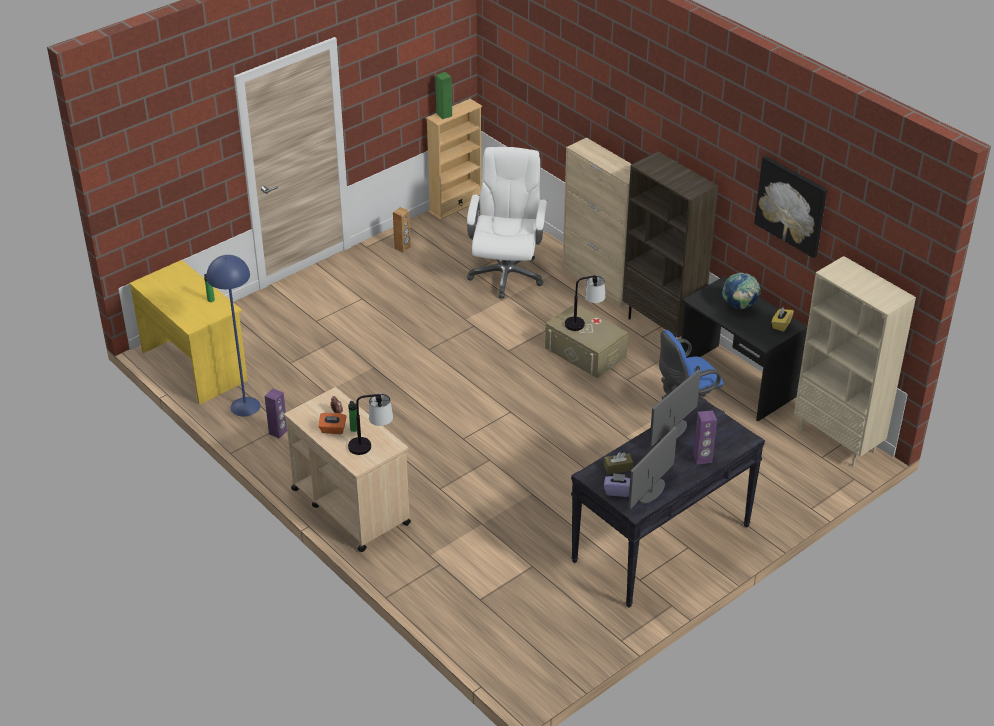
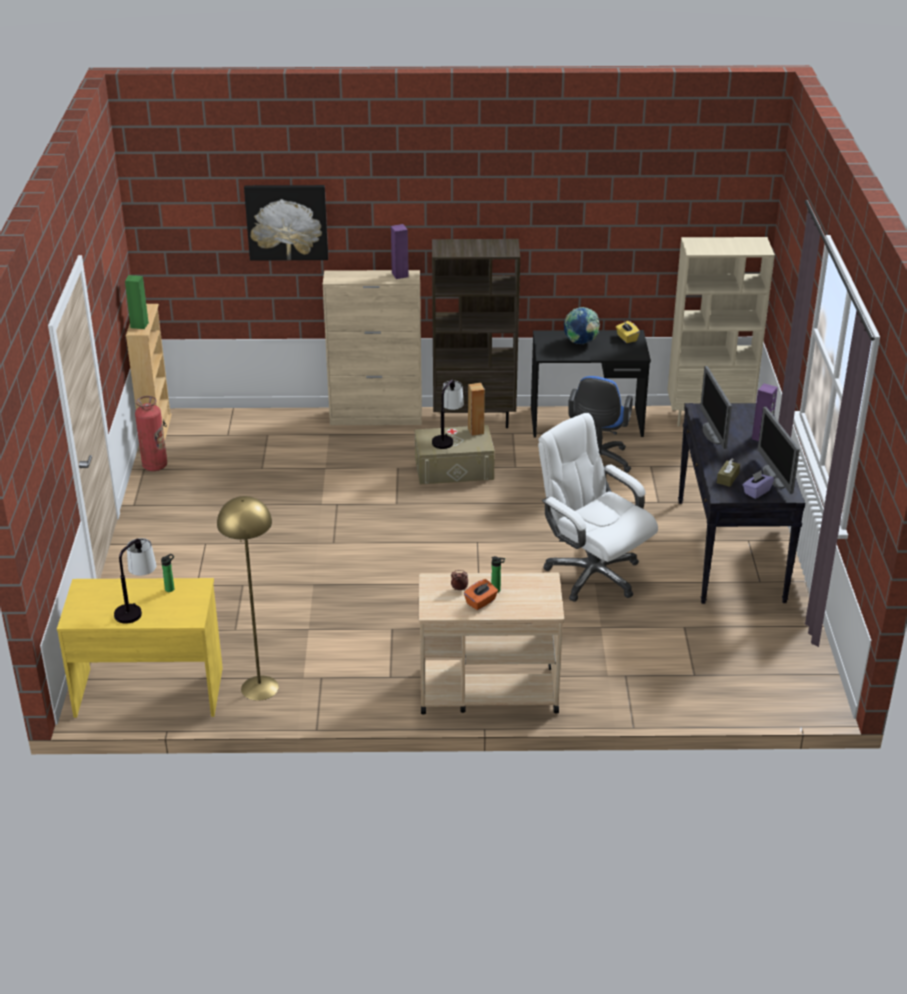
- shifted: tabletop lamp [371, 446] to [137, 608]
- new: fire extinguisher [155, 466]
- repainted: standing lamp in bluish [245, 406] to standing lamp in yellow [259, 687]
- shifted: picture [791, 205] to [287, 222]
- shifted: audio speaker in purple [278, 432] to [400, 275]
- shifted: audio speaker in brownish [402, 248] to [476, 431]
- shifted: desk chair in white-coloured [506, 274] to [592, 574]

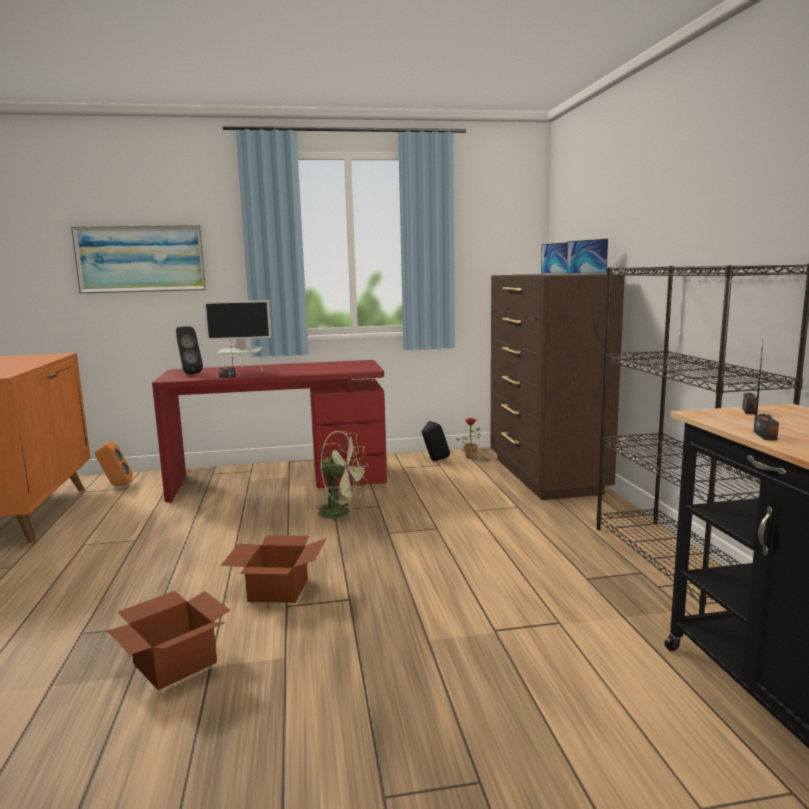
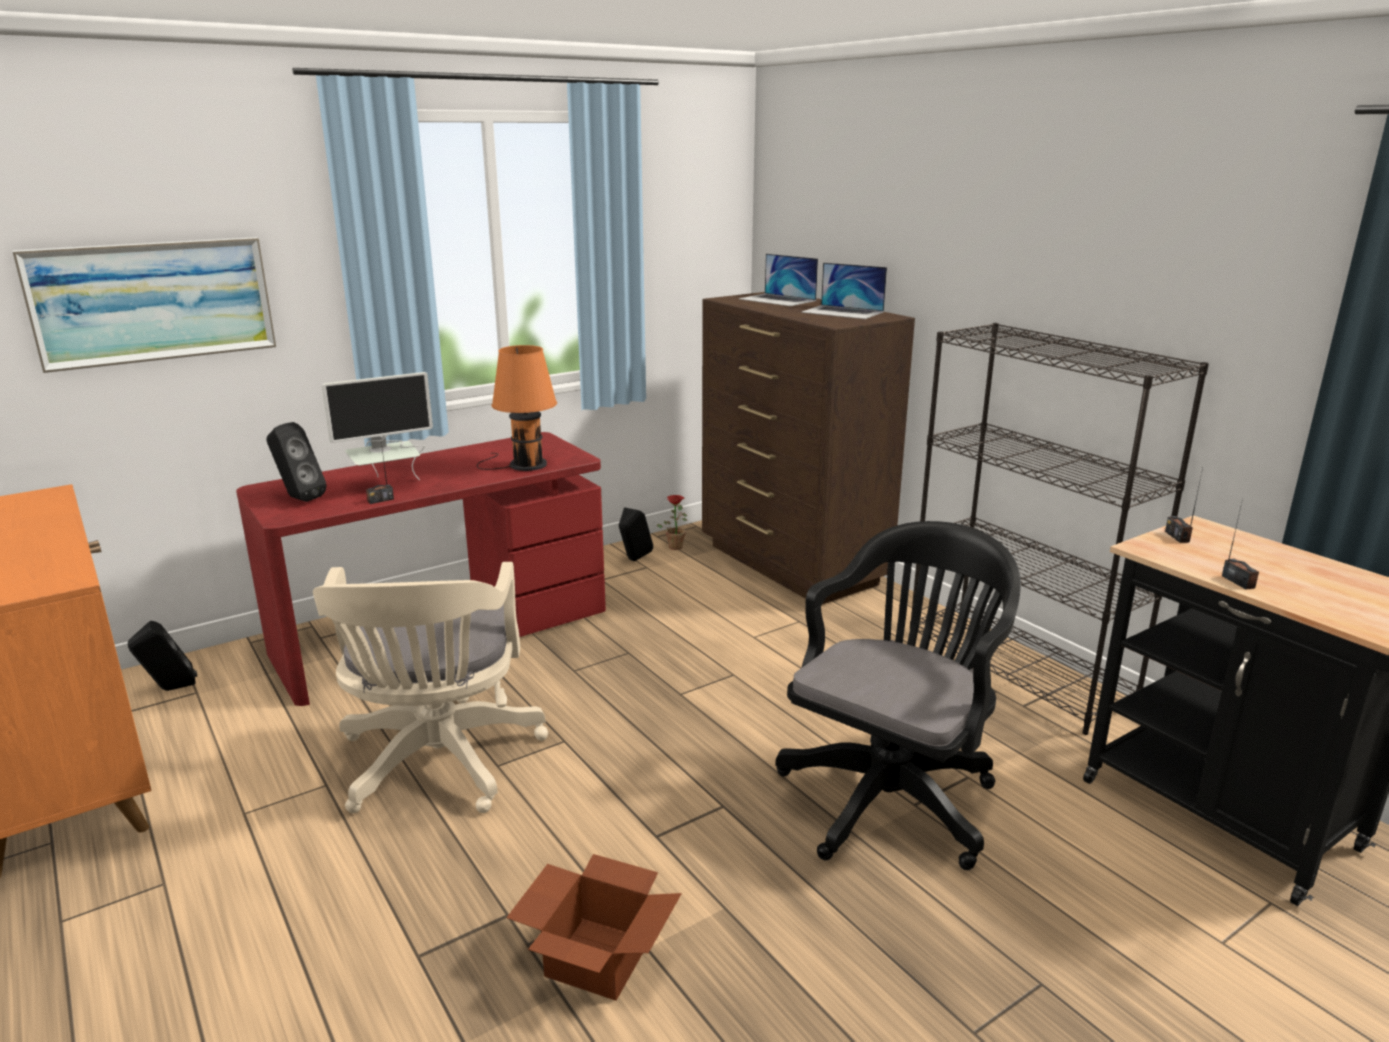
- repainted: audio speaker in orangey [116, 485] to audio speaker in blackish [170, 689]
- new: desk chair in sand-coloured [438, 765]
- new: tabletop lamp in orangey [523, 465]
- new: desk chair in blackish [892, 795]
- gone: packing box [277, 589]
- gone: electric fan in green [342, 513]

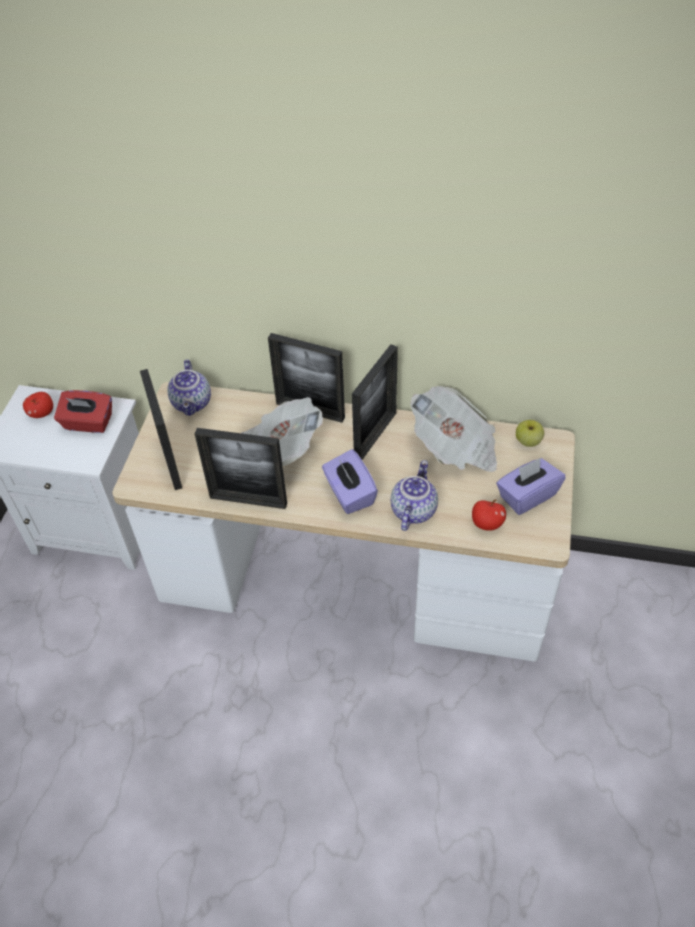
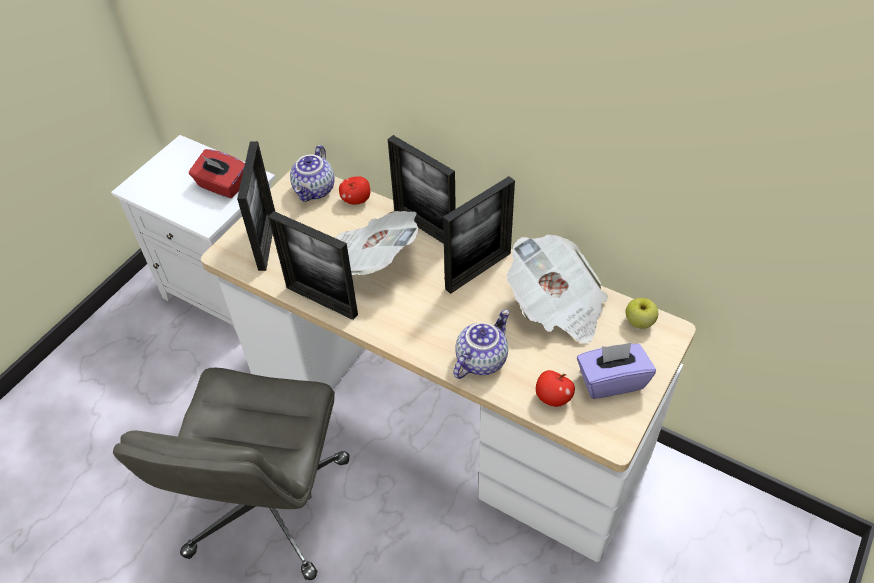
- new: desk chair in gray [269, 508]
- shifted: apple fruit [42, 413] to [356, 200]
- gone: tissue box in purple [349, 494]

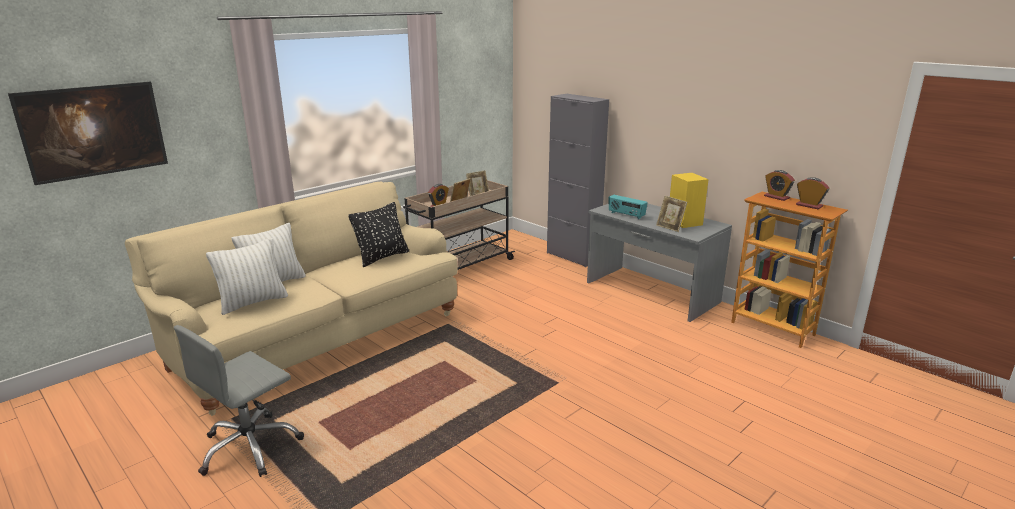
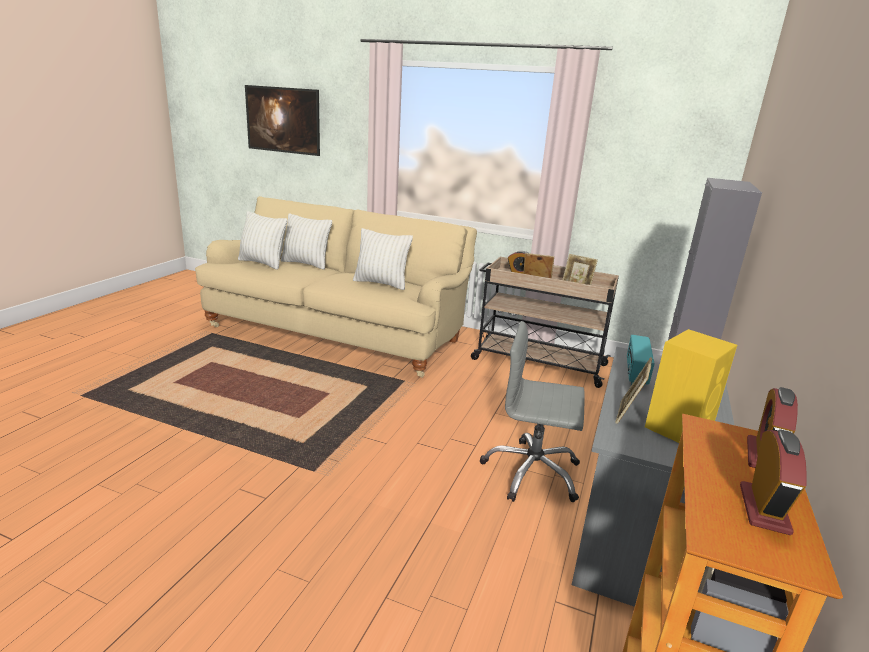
- repainted: pillow in blackish [382, 257] to pillow in white-coloured [381, 283]
- shifted: desk chair in gray [250, 447] to [532, 473]

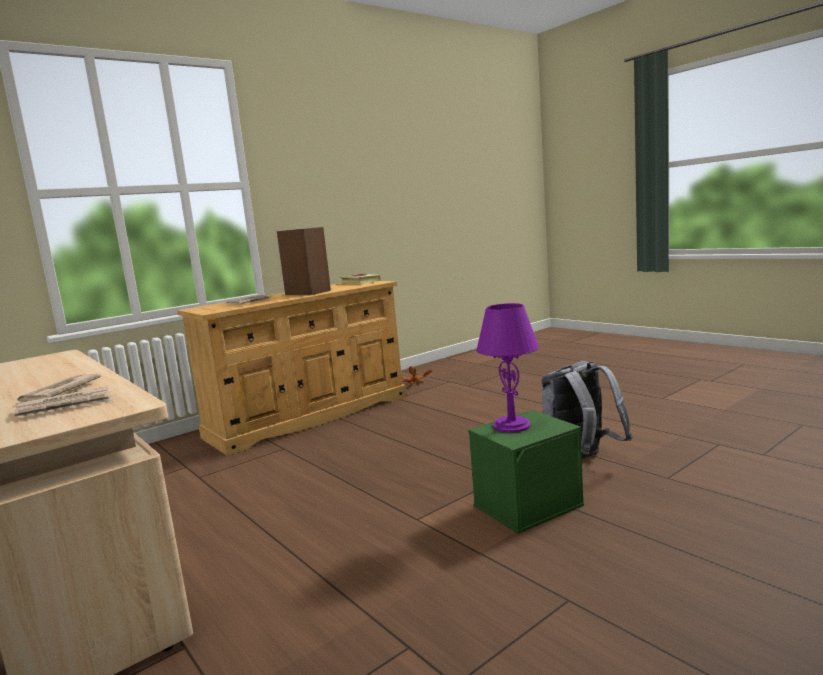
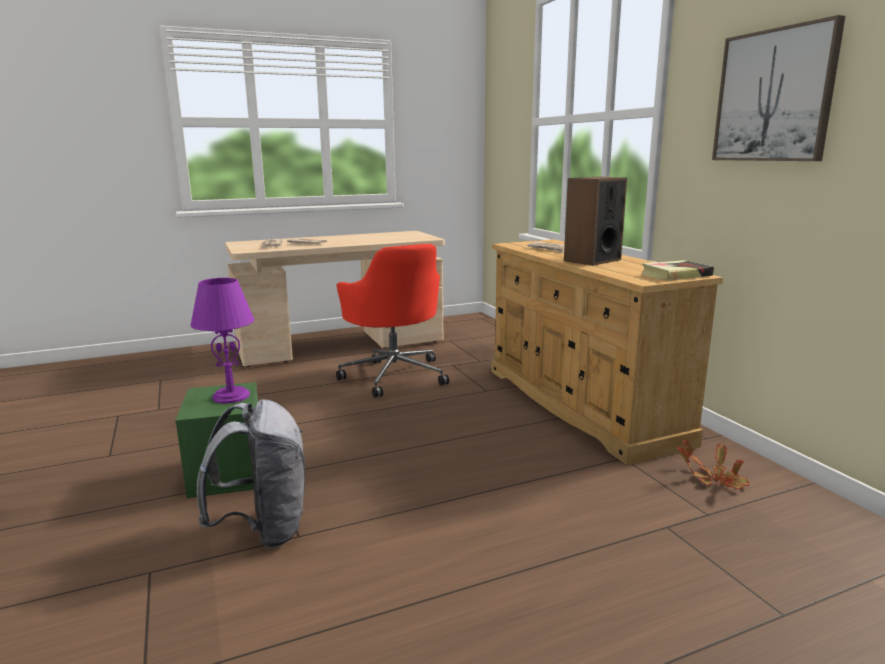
- new: desk chair in red [394, 375]
- new: picture [774, 96]

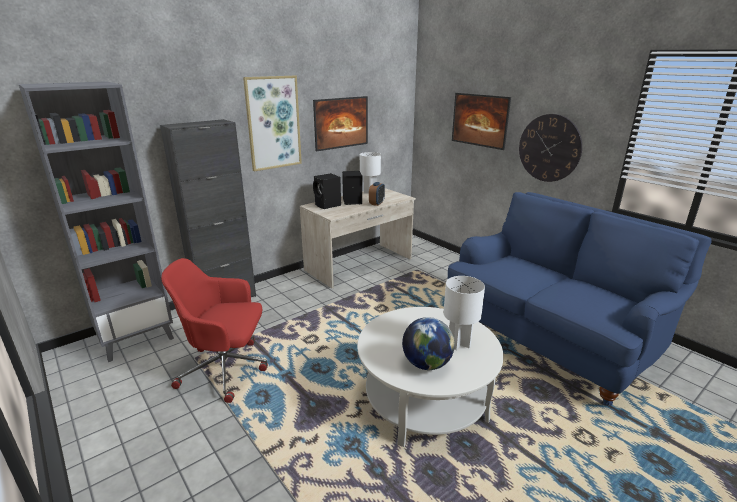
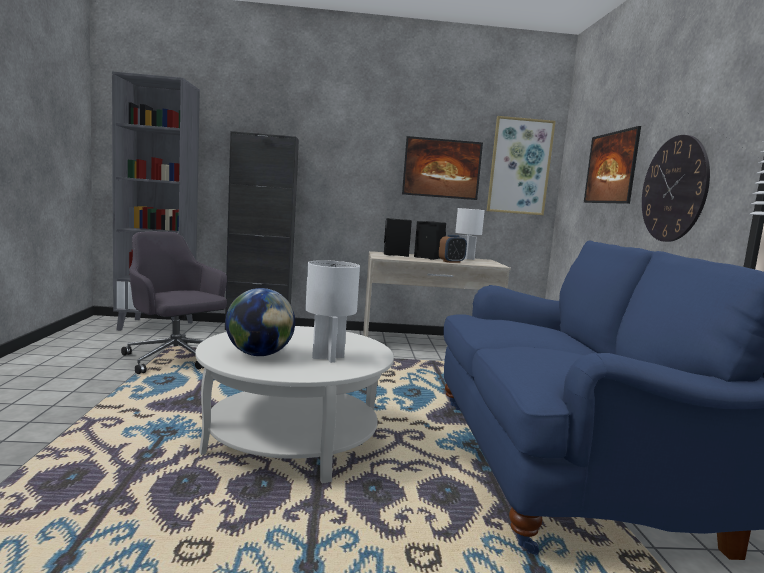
- repainted: desk chair in red [226, 369] to desk chair in gray [175, 359]
- shifted: picture [273, 123] to [519, 166]

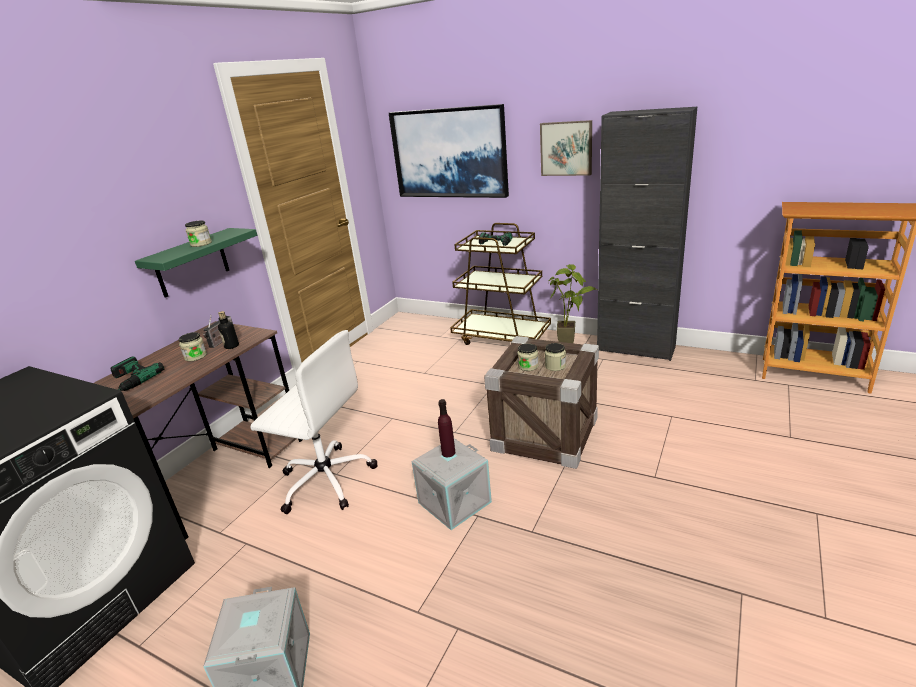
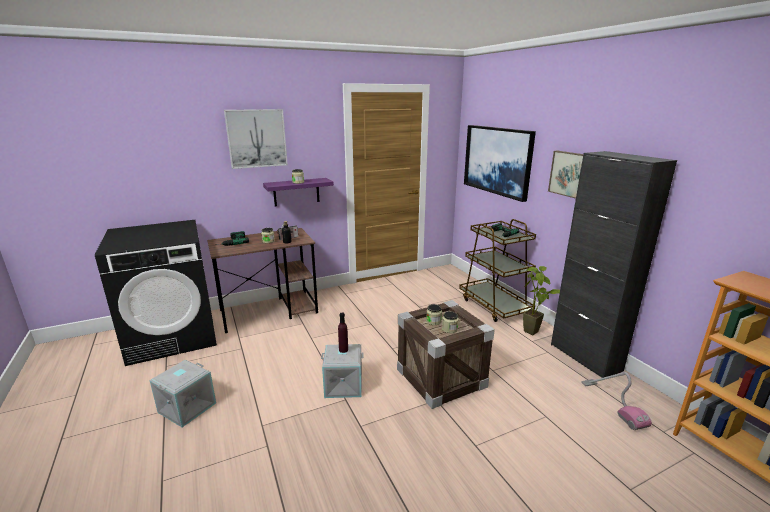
- new: picture [256, 138]
- repainted: bracket shelf in green [192, 263] to bracket shelf in purple [296, 192]
- new: hoover [612, 404]
- gone: desk chair in white-coloured [325, 480]

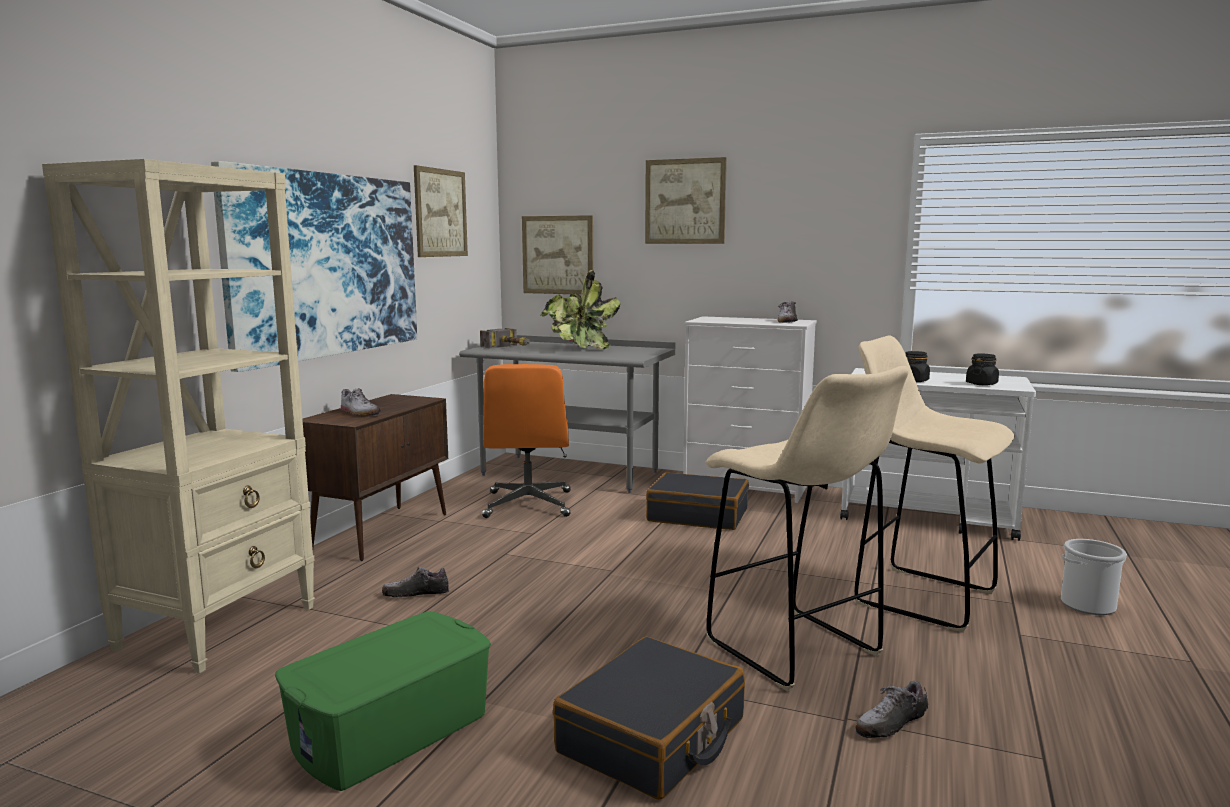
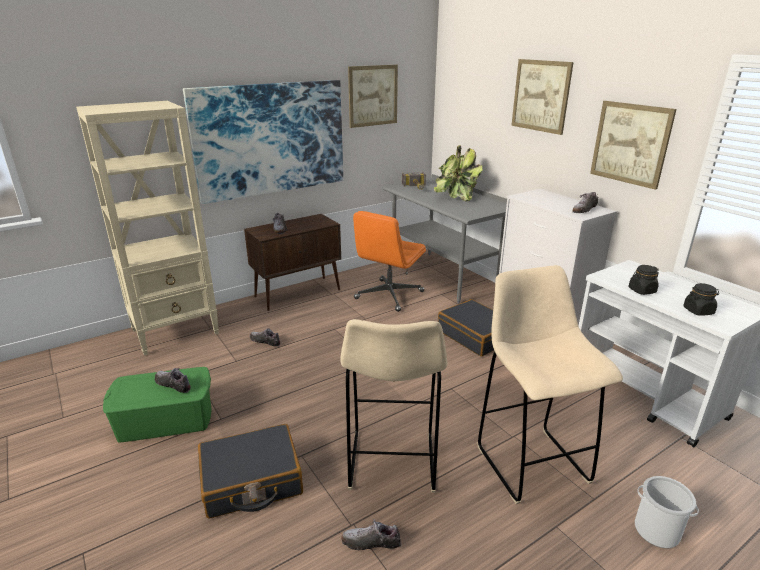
- new: item of footwear [173, 384]
- shifted: picture [558, 255] to [630, 143]

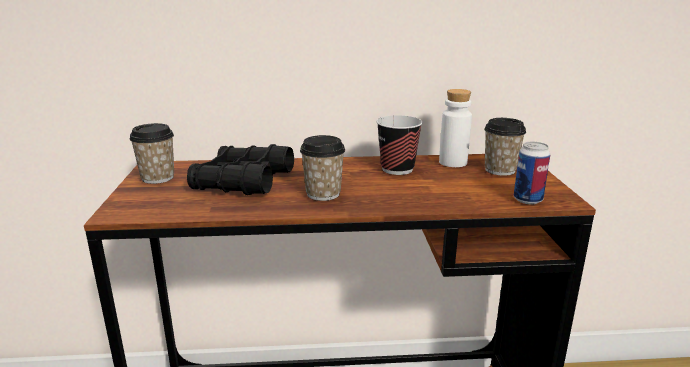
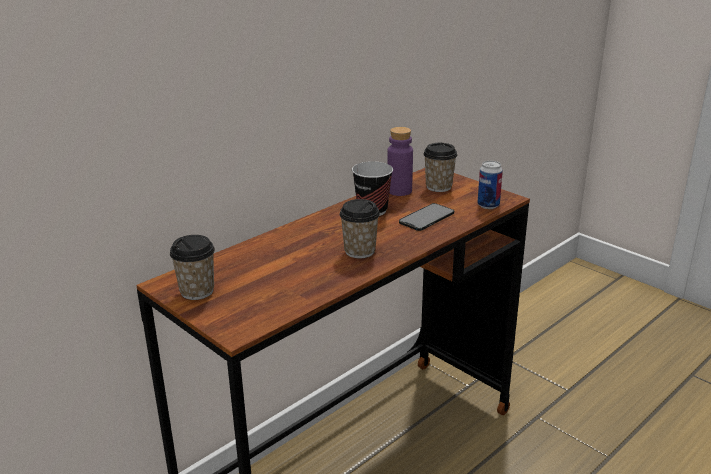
- repainted: bottle in white-coloured [453, 162] to bottle in purple [399, 191]
- new: phone [426, 217]
- gone: field glasses in blackish [243, 181]

